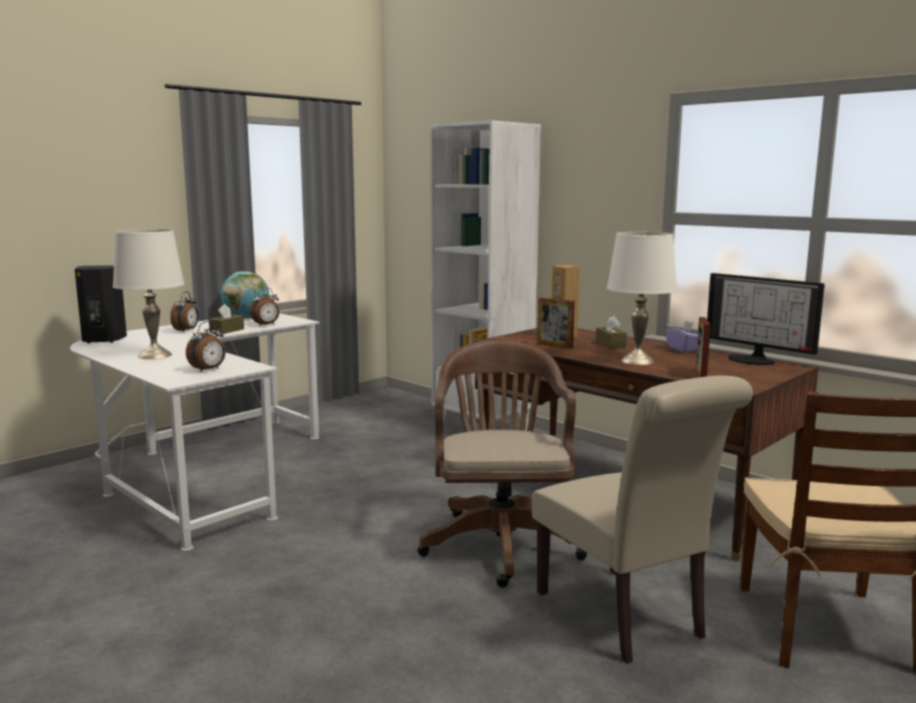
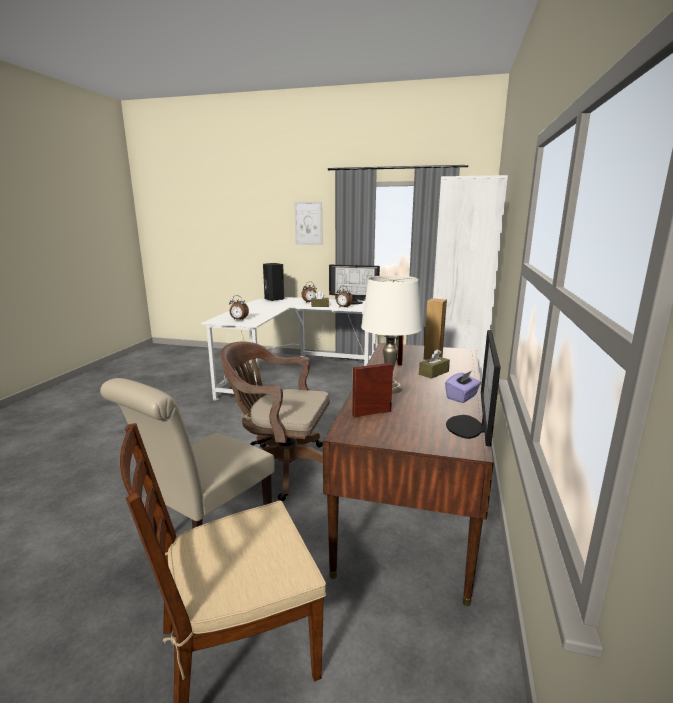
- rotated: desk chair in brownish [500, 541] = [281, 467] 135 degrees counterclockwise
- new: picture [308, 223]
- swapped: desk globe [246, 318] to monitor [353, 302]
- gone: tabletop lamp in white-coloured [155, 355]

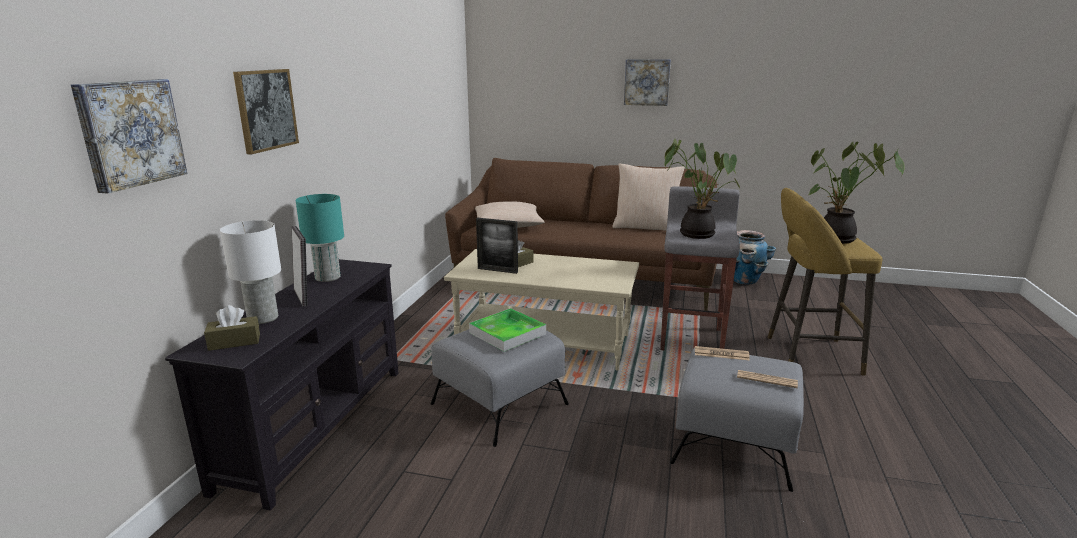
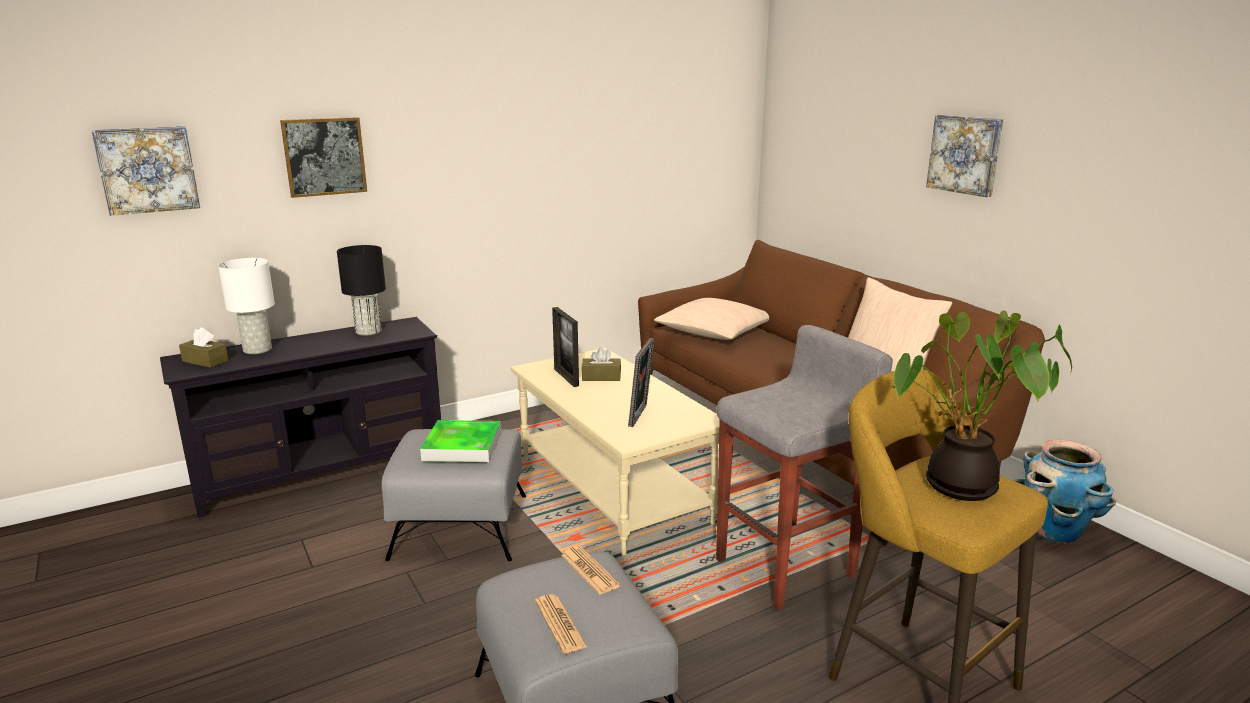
- repainted: tabletop lamp in turquoise-coloured [328, 277] to tabletop lamp in blackish [369, 331]
- shifted: standing frame [304, 297] to [641, 416]
- gone: houseplant [697, 233]

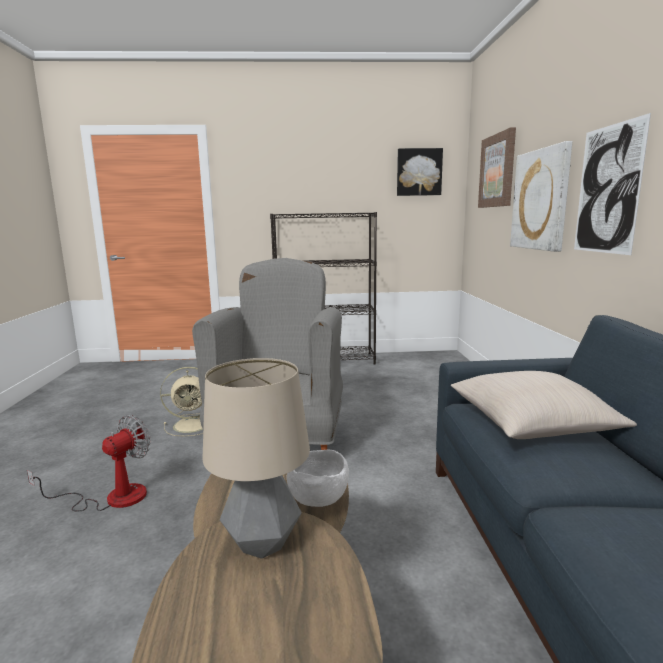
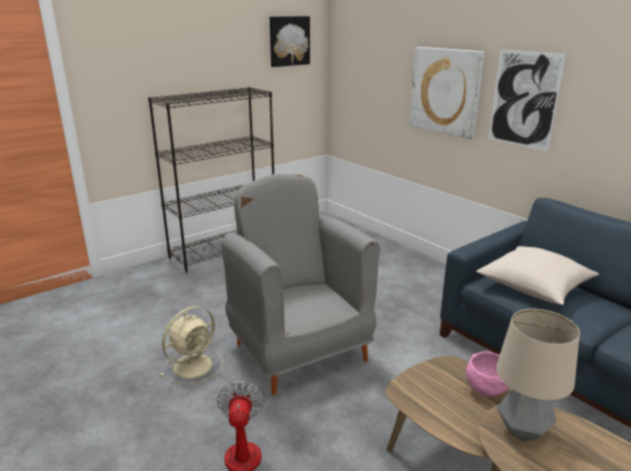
- repainted: deep dish in white-coloured [318, 499] to deep dish in pink [485, 389]
- gone: picture [497, 171]

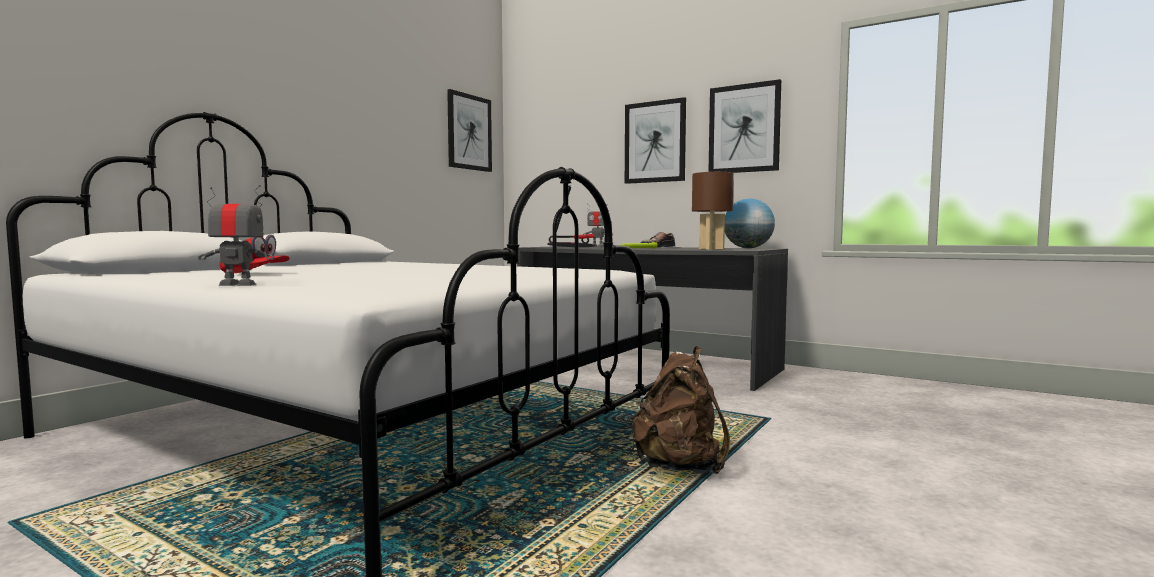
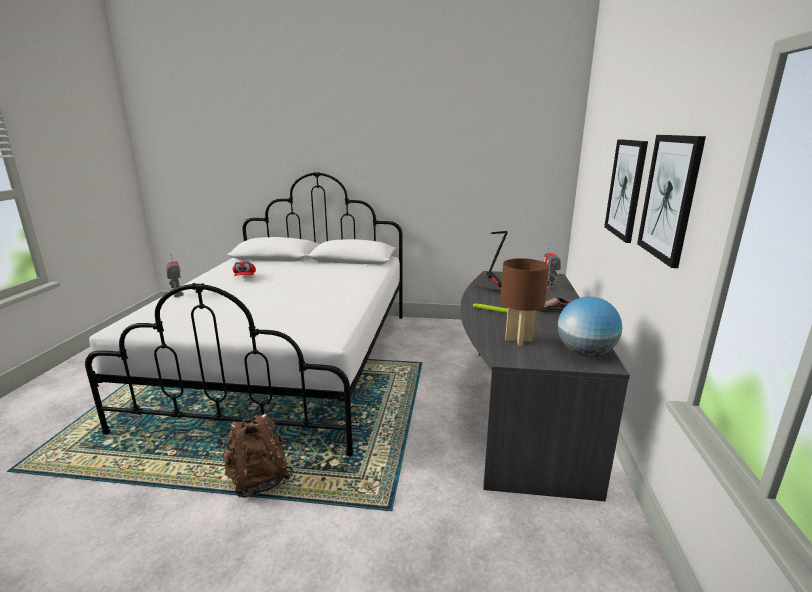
- gone: picture [469, 132]

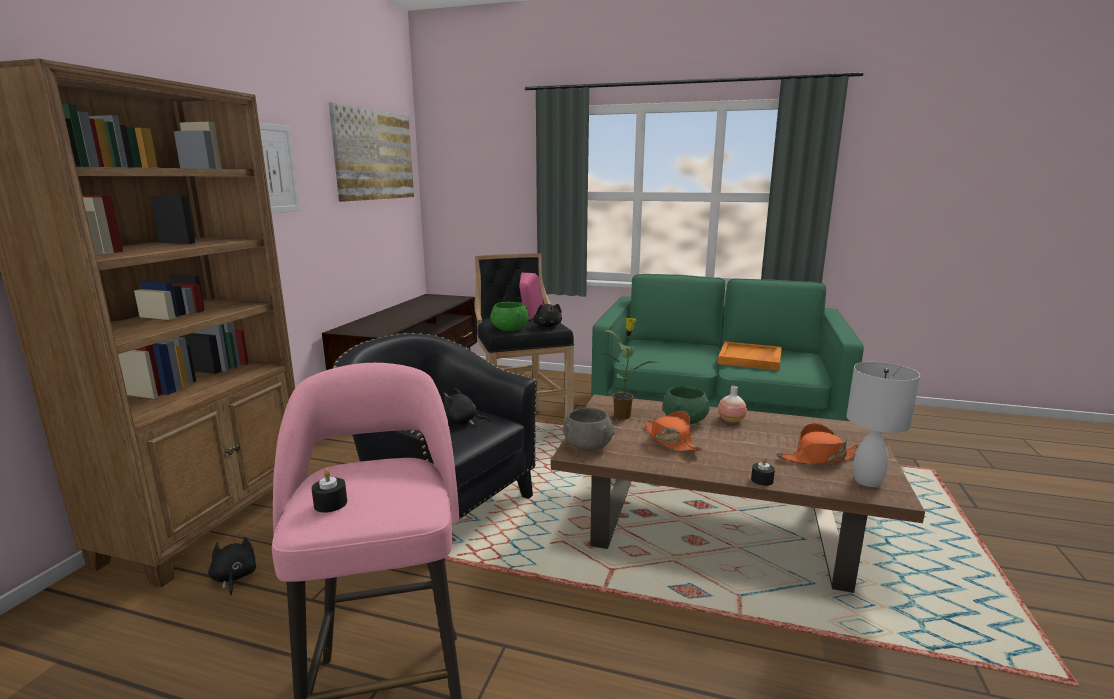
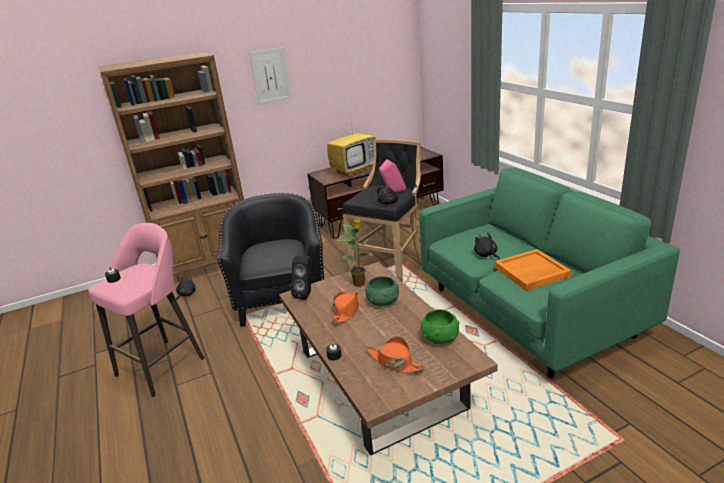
- swapped: deep dish in gray [588, 445] to audio speaker in blackish [306, 294]
- new: TV [355, 171]
- shifted: deep dish in green [509, 329] to [440, 338]
- shifted: soft toy in blackish [462, 422] to [486, 255]
- gone: picture [374, 155]
- gone: decorative vase [731, 420]
- gone: tabletop lamp in white-coloured [868, 481]

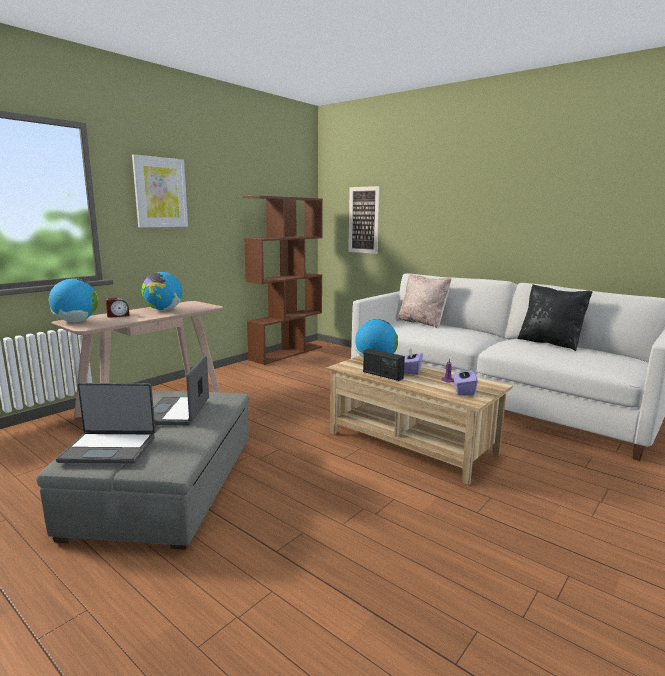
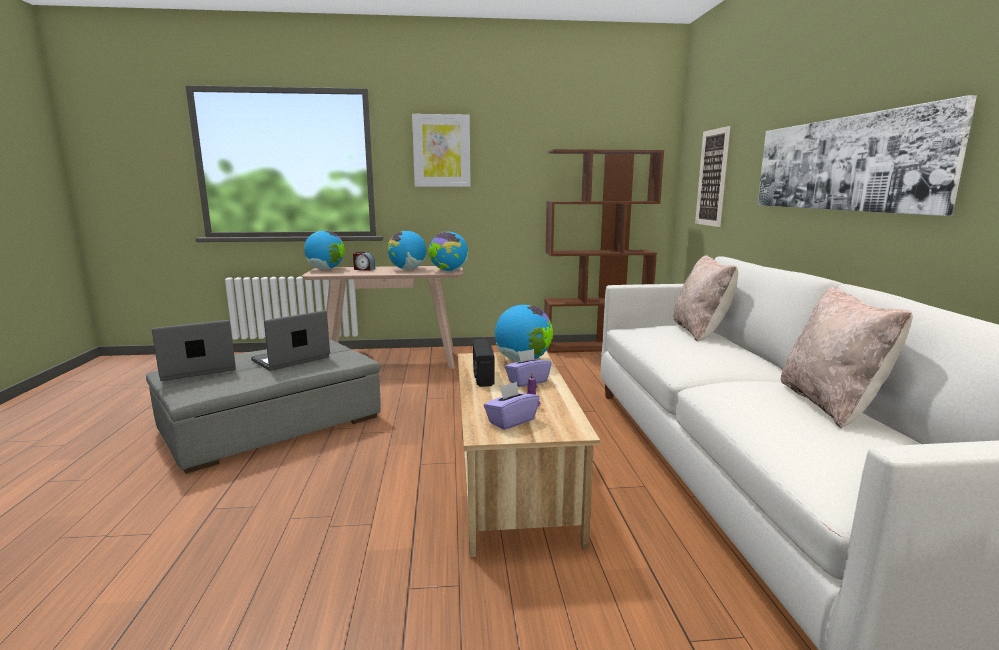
- rotated: notebook computer [109, 448] = [198, 369] 105 degrees clockwise
- new: desk globe [448, 271]
- new: picture [842, 164]
- repainted: pillow in blackish [550, 343] to pillow in sand-coloured [831, 405]

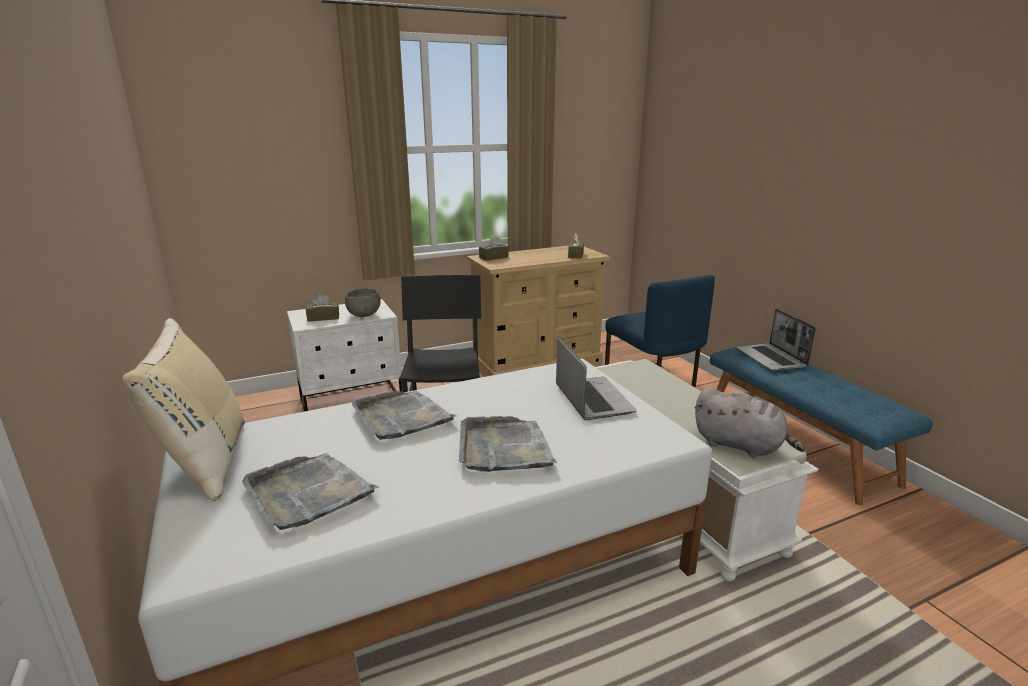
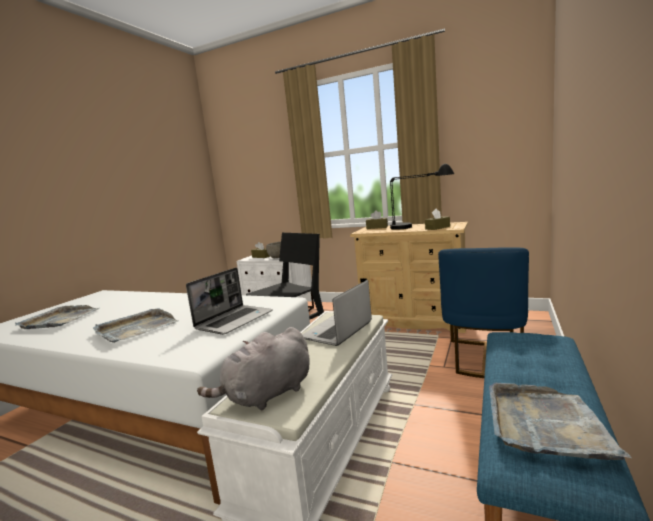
- rotated: soft toy in gray [741, 446] = [266, 395] 60 degrees clockwise
- shifted: notebook computer [771, 359] to [337, 331]
- new: tabletop lamp in blackish [420, 226]
- shifted: serving tray in gray [401, 417] to [545, 424]
- gone: pillow in sand-coloured [205, 461]

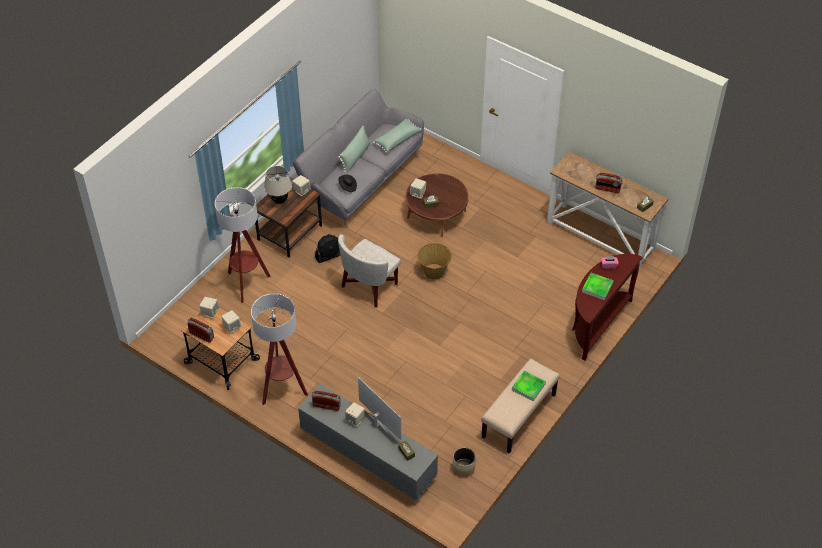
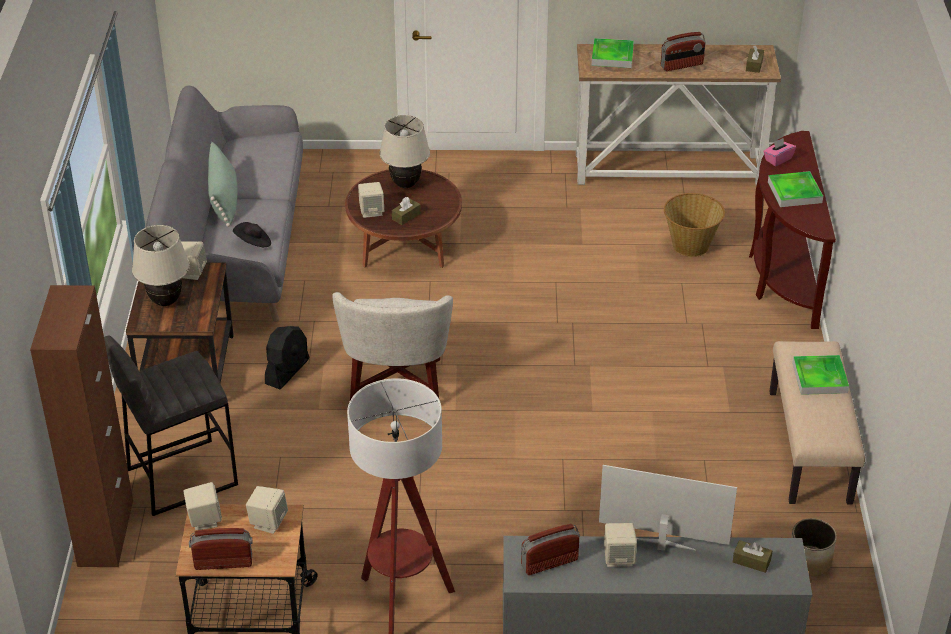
- new: storage cabinet in brownish [105, 533]
- swapped: standing lamp [247, 283] to stool in gray [181, 476]
- new: tabletop lamp in sand-coloured [405, 184]
- new: serving tray [612, 56]
- shifted: storage basket [434, 271] to [690, 245]
- gone: pillow in green [396, 139]

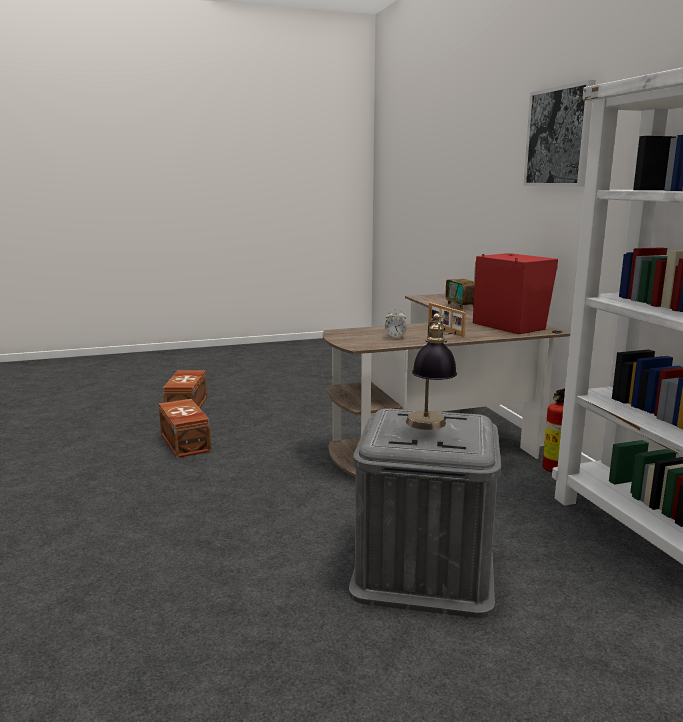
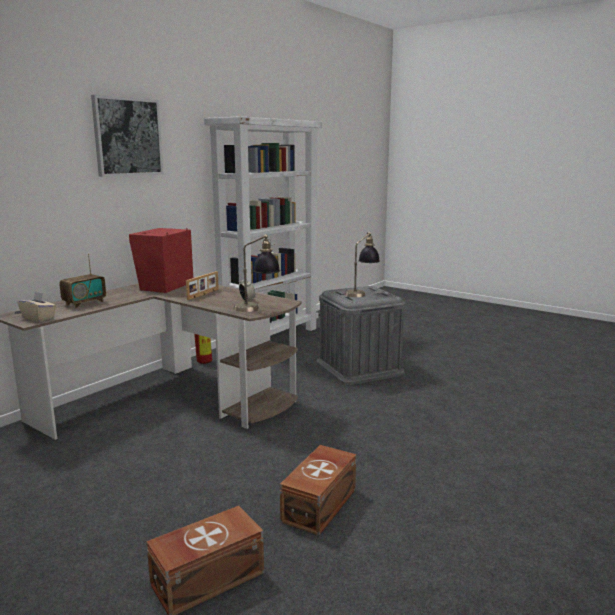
- new: tissue box in sand-coloured [39, 318]
- new: tabletop lamp [257, 309]

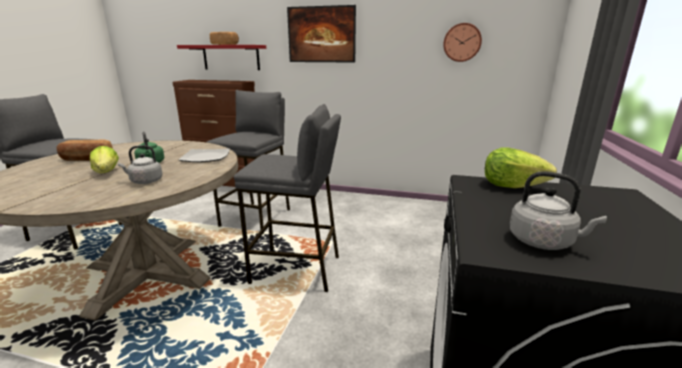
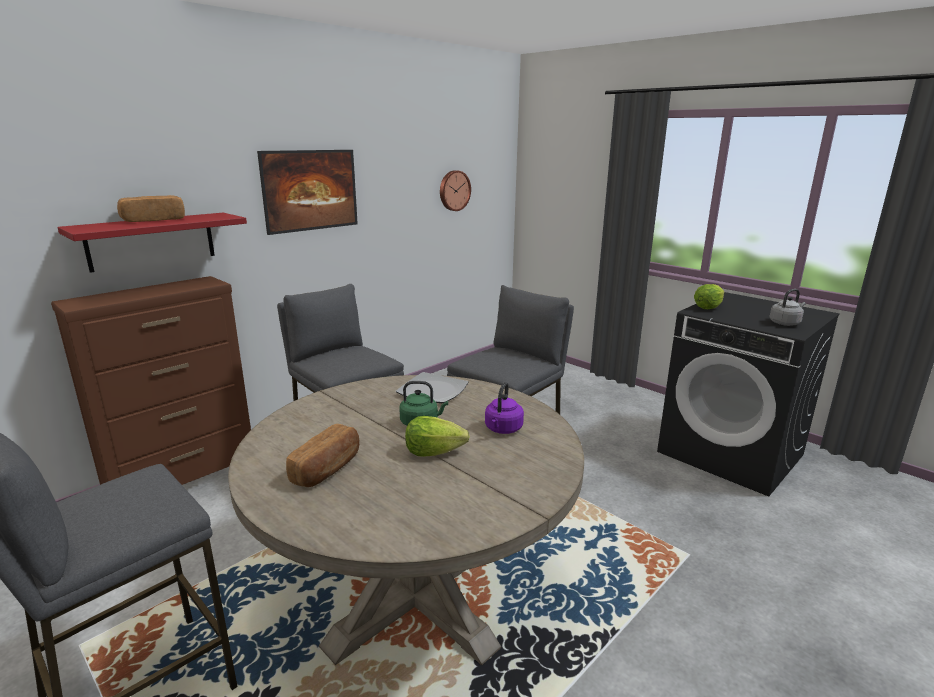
- repainted: tea kettle in gray [145, 181] to tea kettle in purple [503, 429]

